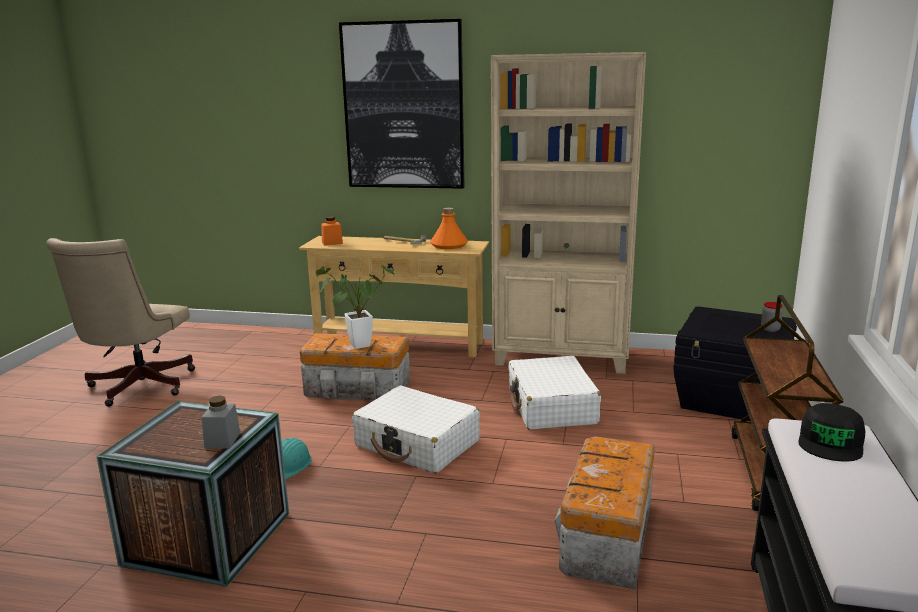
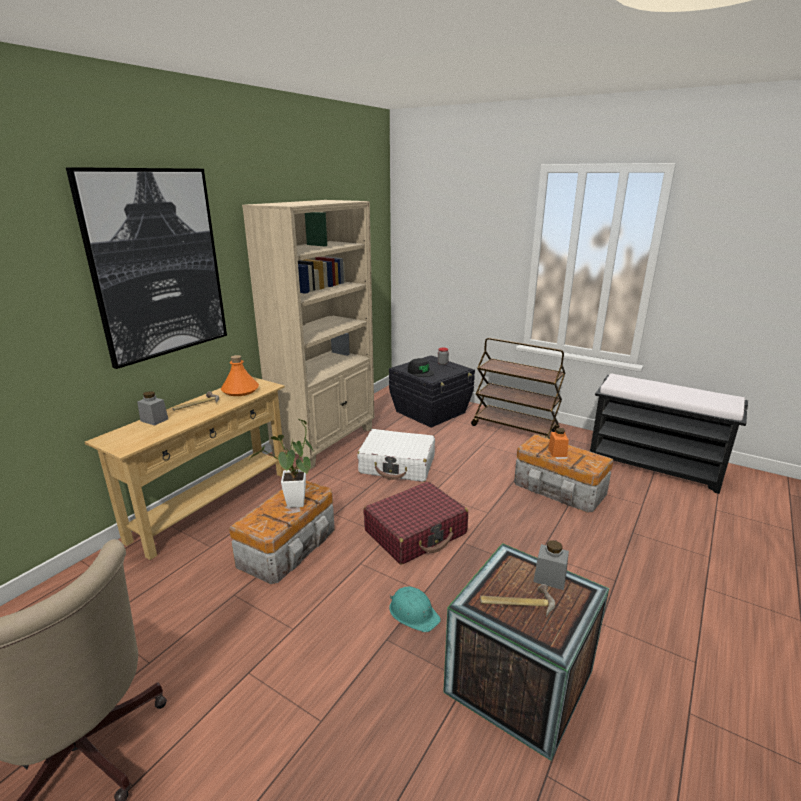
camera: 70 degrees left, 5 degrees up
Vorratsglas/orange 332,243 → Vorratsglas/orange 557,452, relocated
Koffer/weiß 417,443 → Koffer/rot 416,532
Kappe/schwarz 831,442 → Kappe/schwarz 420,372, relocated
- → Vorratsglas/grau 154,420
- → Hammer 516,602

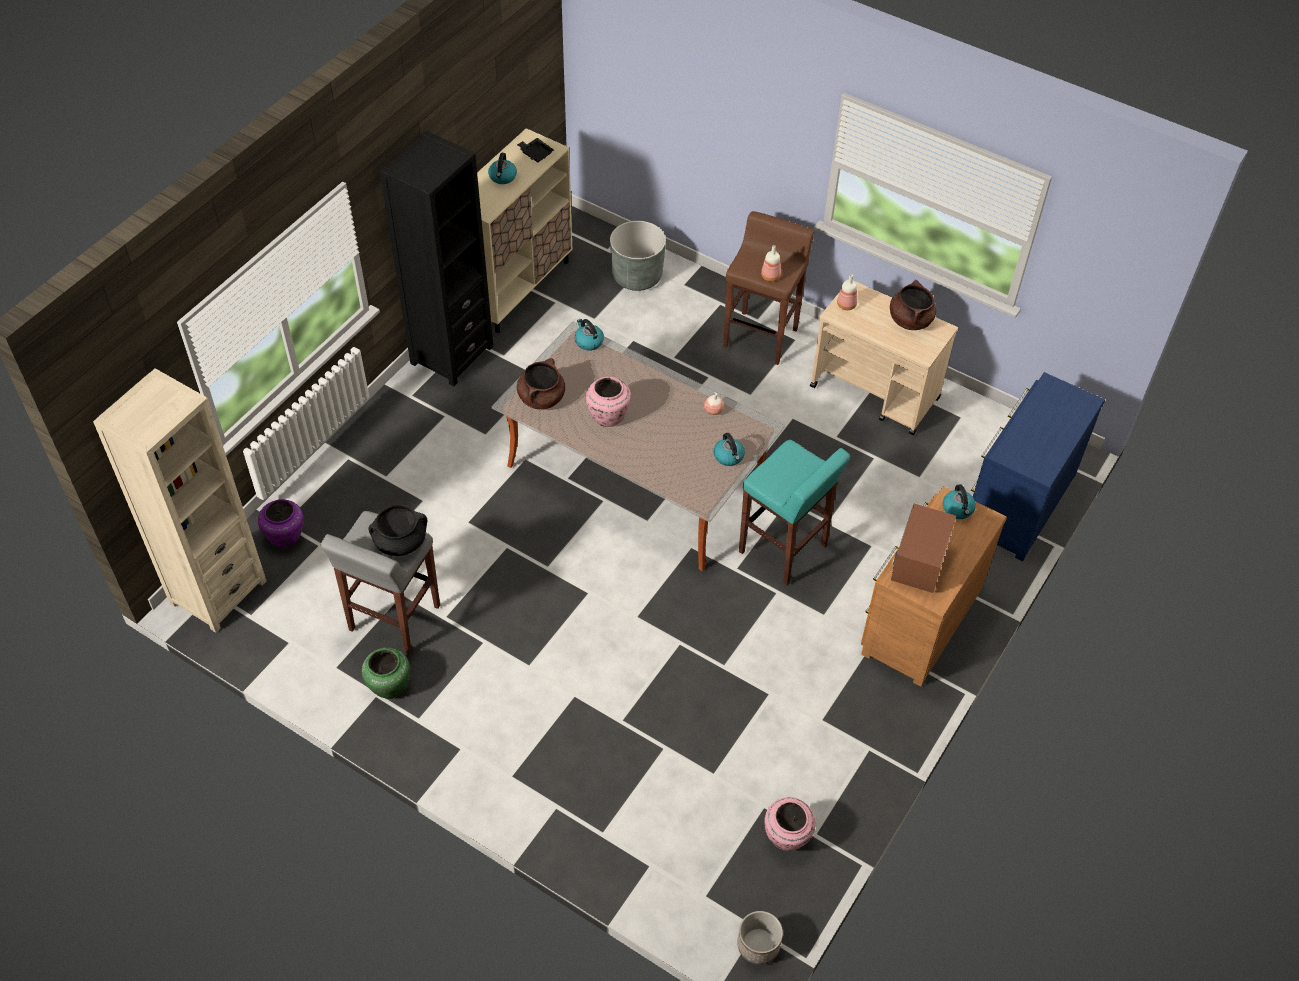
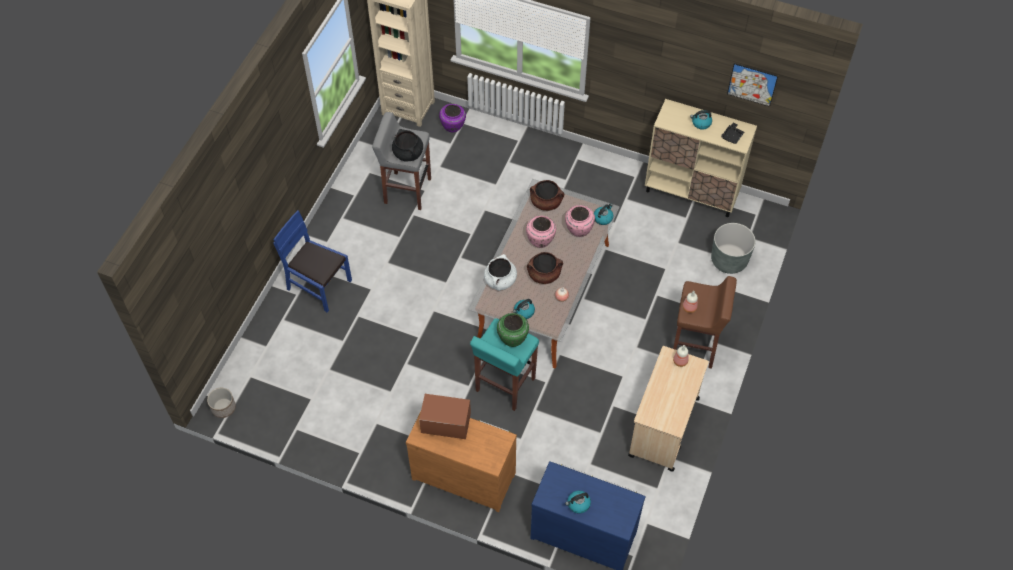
camera: 80 degrees right, 5 degrees up
Vase/grün 389,685 → Vase/grün 513,338, relocated
Bücherregal/schwarz 451,354 → -
Vase/rosa 786,837 → Vase/rosa 578,230, relocated
Kochtopf/braun 910,320 → Kochtopf/braun 544,274, relocated
Wasserkessel 958,509 → Wasserkessel 578,504, relocated
- → Stuhl/blau 319,285
- → Kochtopf/weiß 500,280
- → Bild 752,84

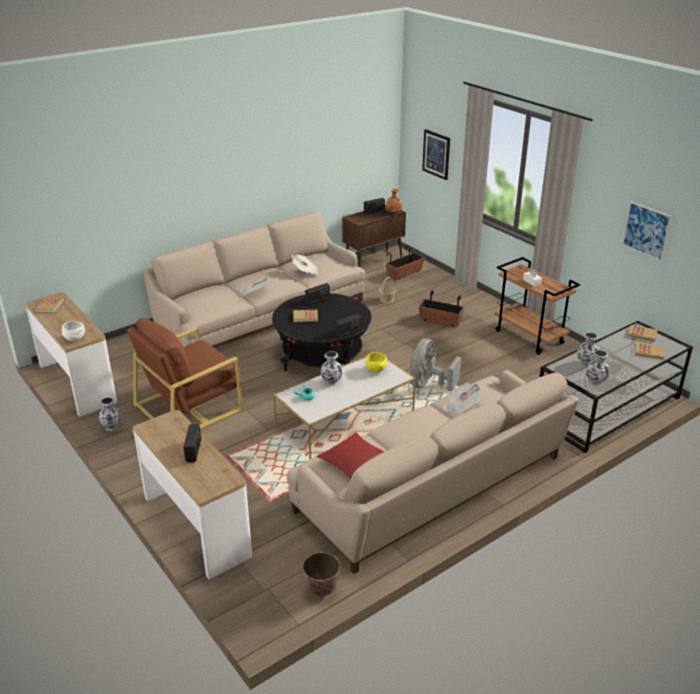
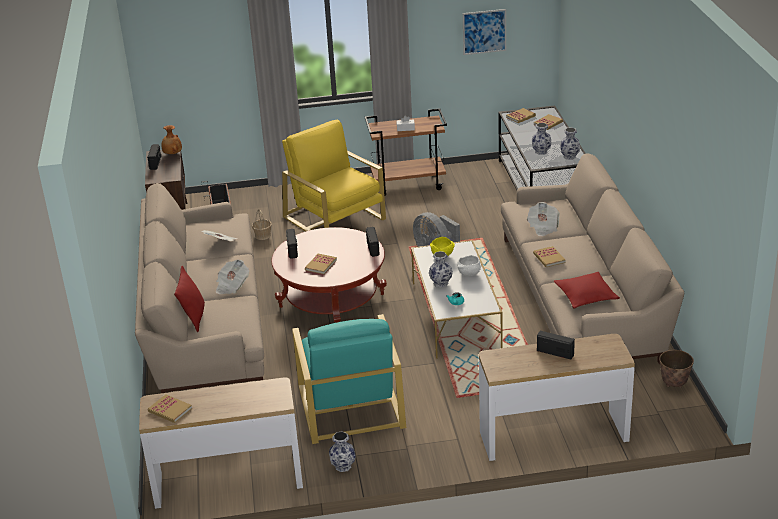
camera: 60 degrees left, 0 degrees up
Schüssel/weiß 74,339 → Schüssel/weiß 469,274, relocated
Sessel/braun 189,406 → Sessel/türkis 350,405
Couchtisch/schwarz 322,355 → Couchtisch/rot 332,300
Pflanzkübel 440,320 → Sessel/gelb 335,218
Bild 436,154 → -
- → Kissen/rot 194,317
- → Buch 549,258

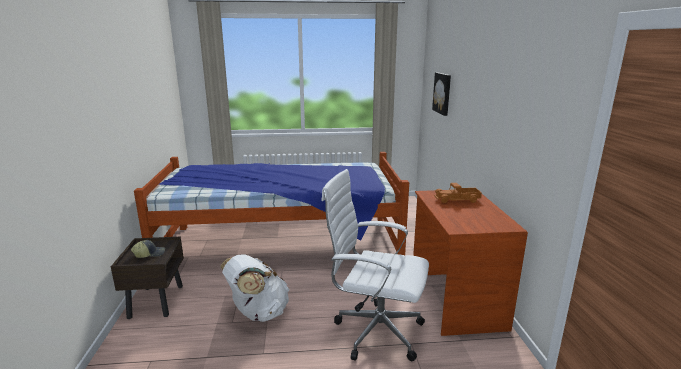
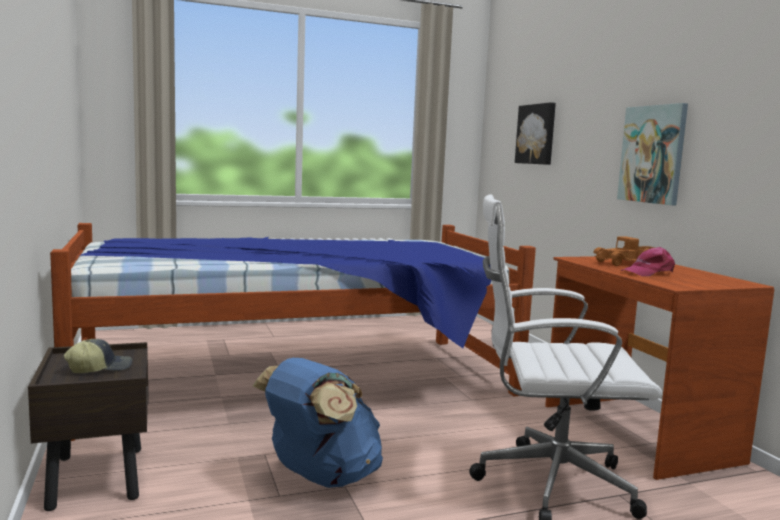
camera: 15 degrees left, 10 degrees down
Rucksack/weiß 258,313 → Rucksack/blau 320,477
- → Bild 652,154
- → Kappe/rosa 648,272

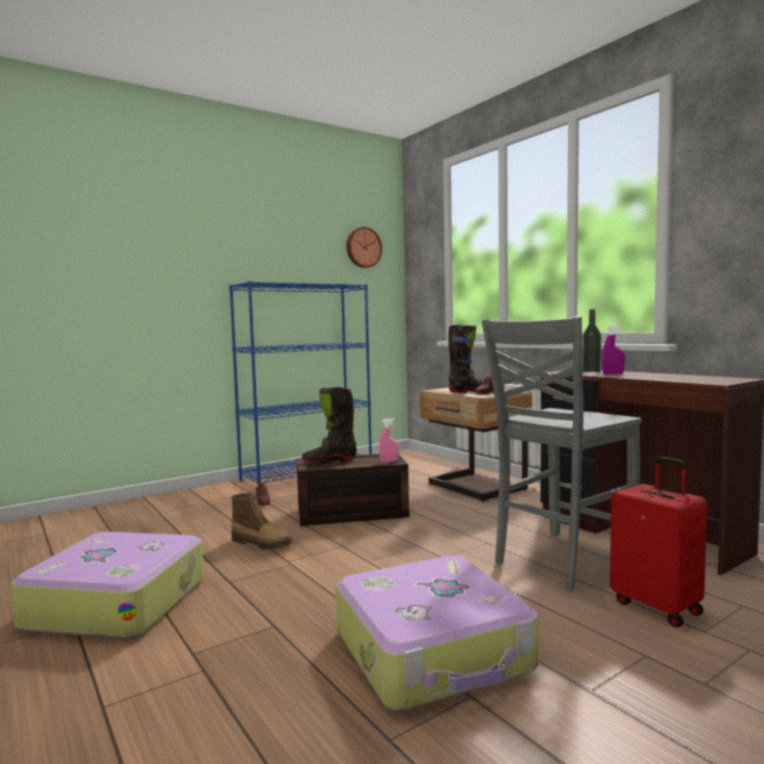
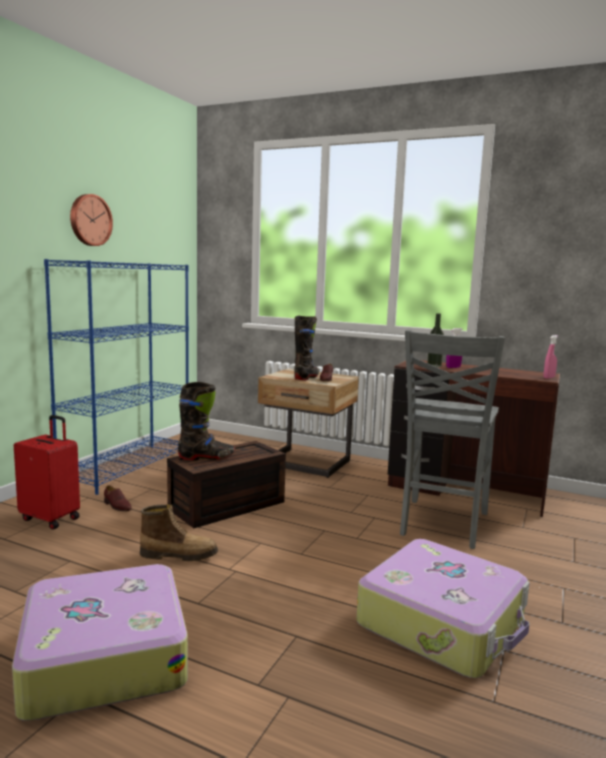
camera: 30 degrees left, 5 degrees up
Stiefel/schwarz 329,460 → Stiefel/schwarz 206,457, 150 degrees counterclockwise
Wanduhr 363,247 → Wanduhr 89,220, relocated
Sprühflasche/rosa 389,461 → Sprühflasche/rosa 549,378, relocated
Koffer/rot 657,607 → Koffer/rot 51,518, relocated

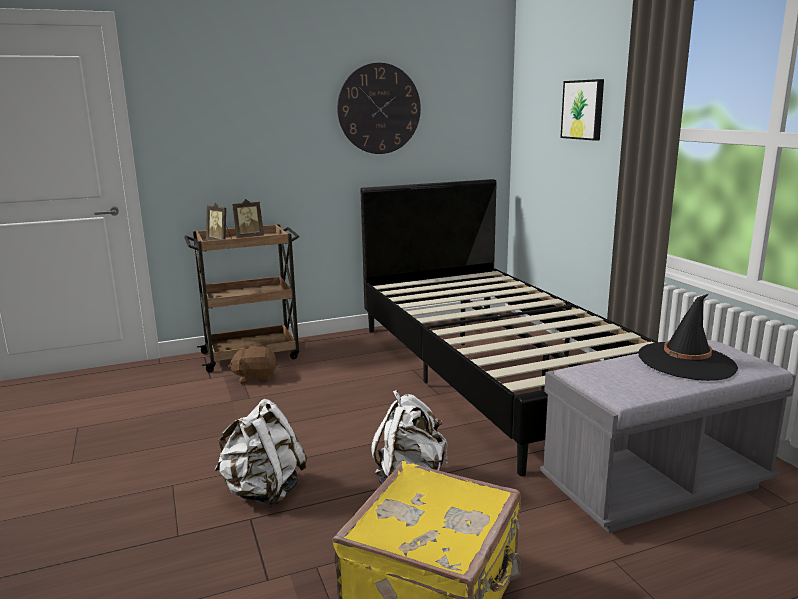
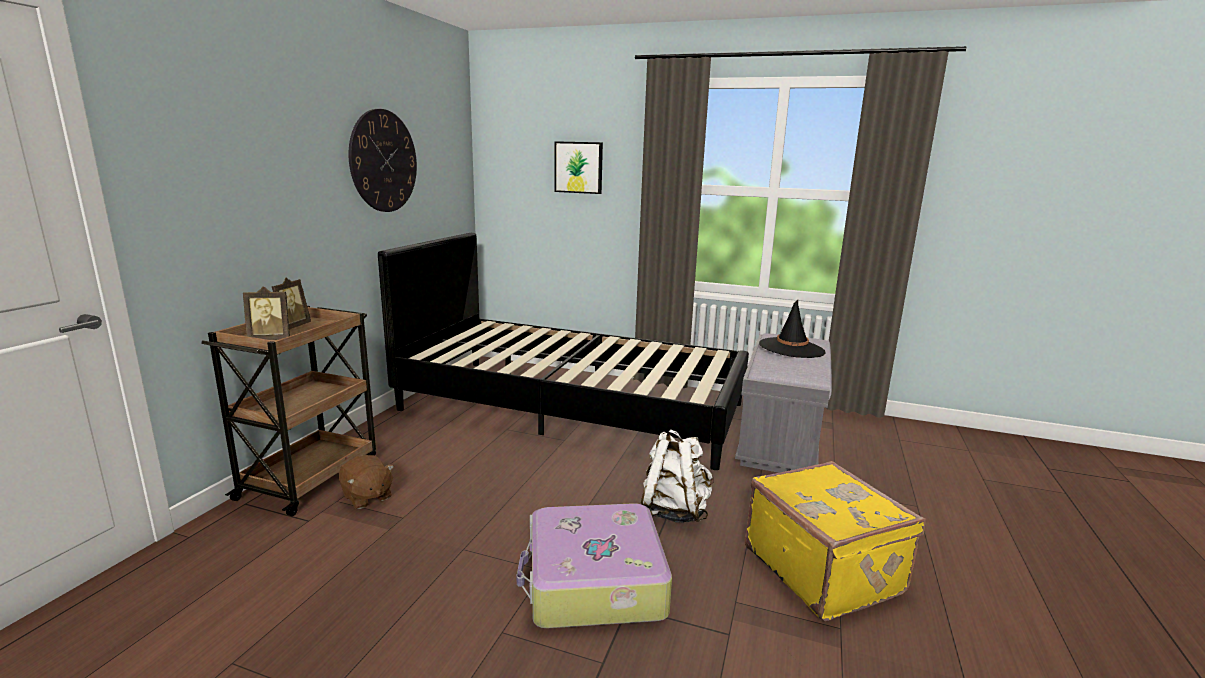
camera: 50 degrees left, 0 degrees up
Rucksack/weiß 263,492 → Koffer 593,582
Plüschtier/braun 255,378 → Plüschtier/braun 367,497, 75 degrees counterclockwise

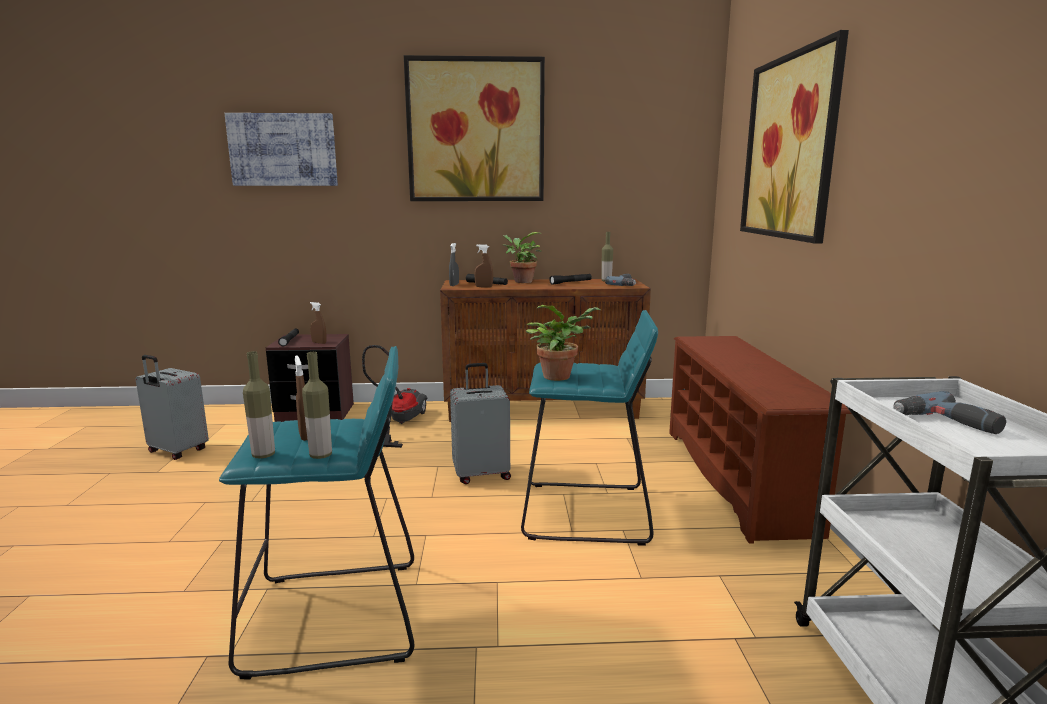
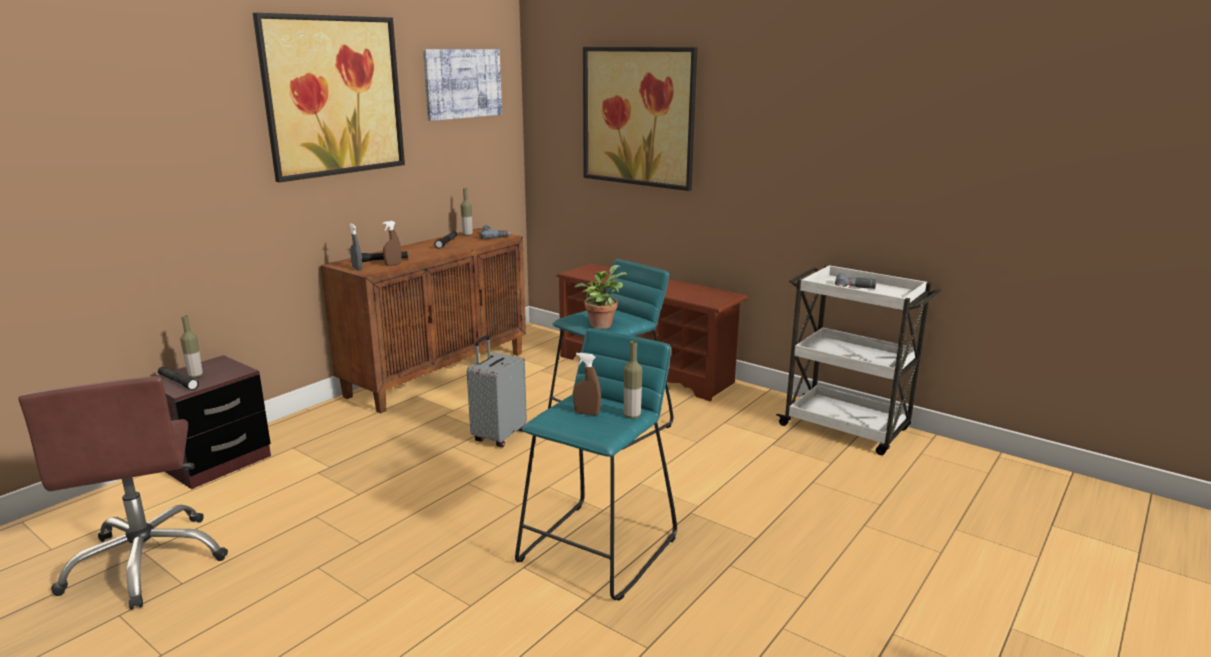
camera: 50 degrees left, 5 degrees up
Koffer/grau 177,451 → Bürostuhl/braun 147,562
Bild 283,150 → Bild 463,83, relocated
Flasche 263,455 → Flasche 195,376, relocated
Sprühflasche/braun 319,343 → -
Staubsauger 398,423 → -
Topfpflanze 521,281 → -

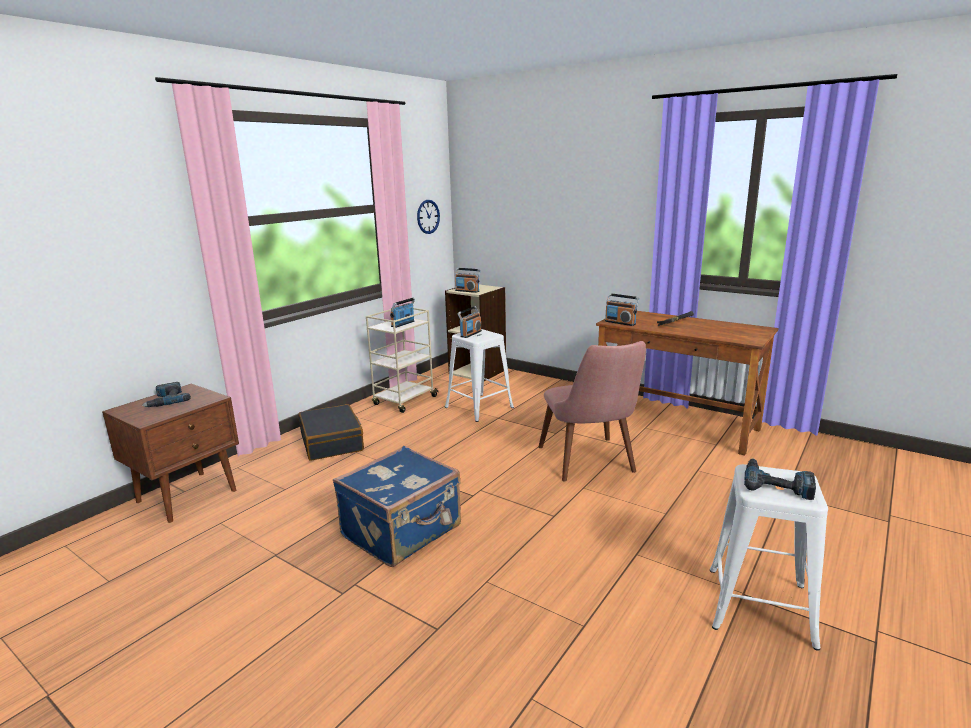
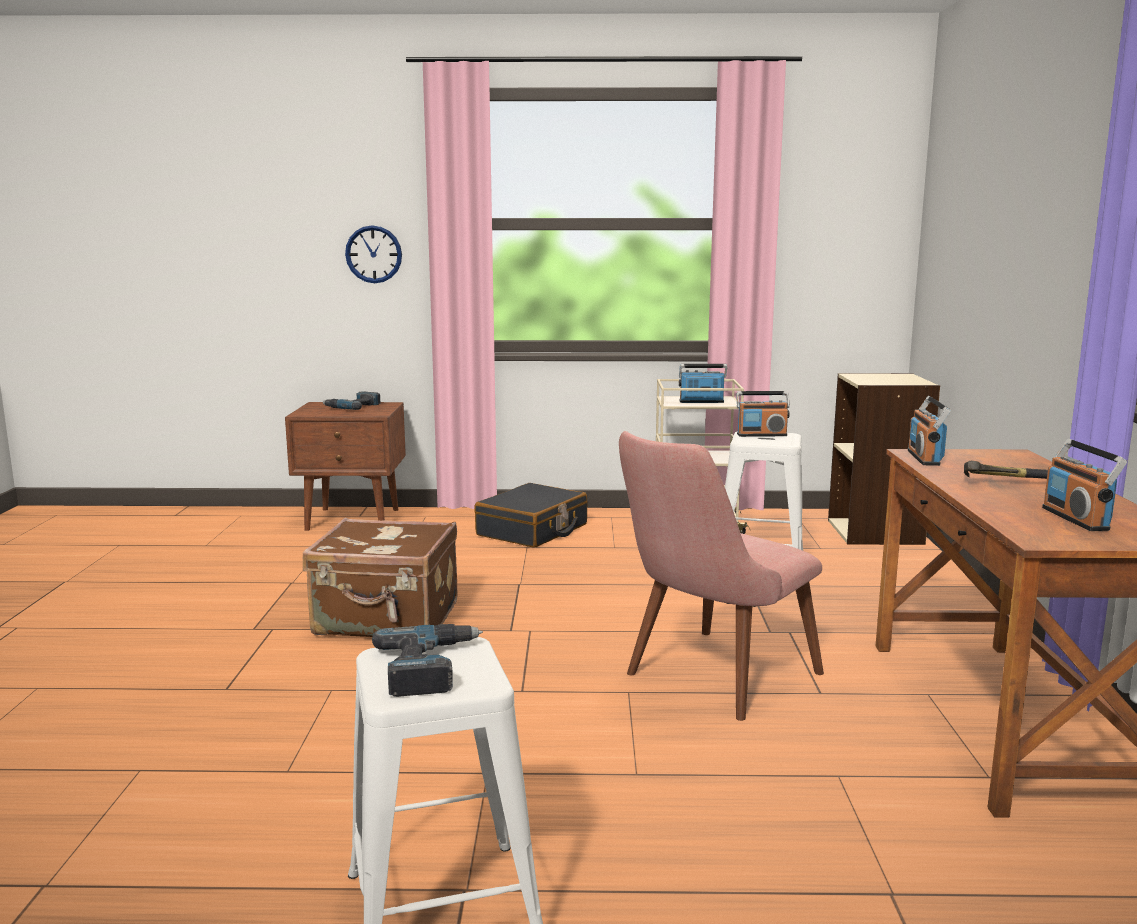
camera: 55 degrees right, 5 degrees down
Koffer/blau 403,532 → Koffer/braun 387,620
Wanduhr 428,216 → Wanduhr 373,254, relocated
Radio 467,291 → Radio 1076,519, relocated

